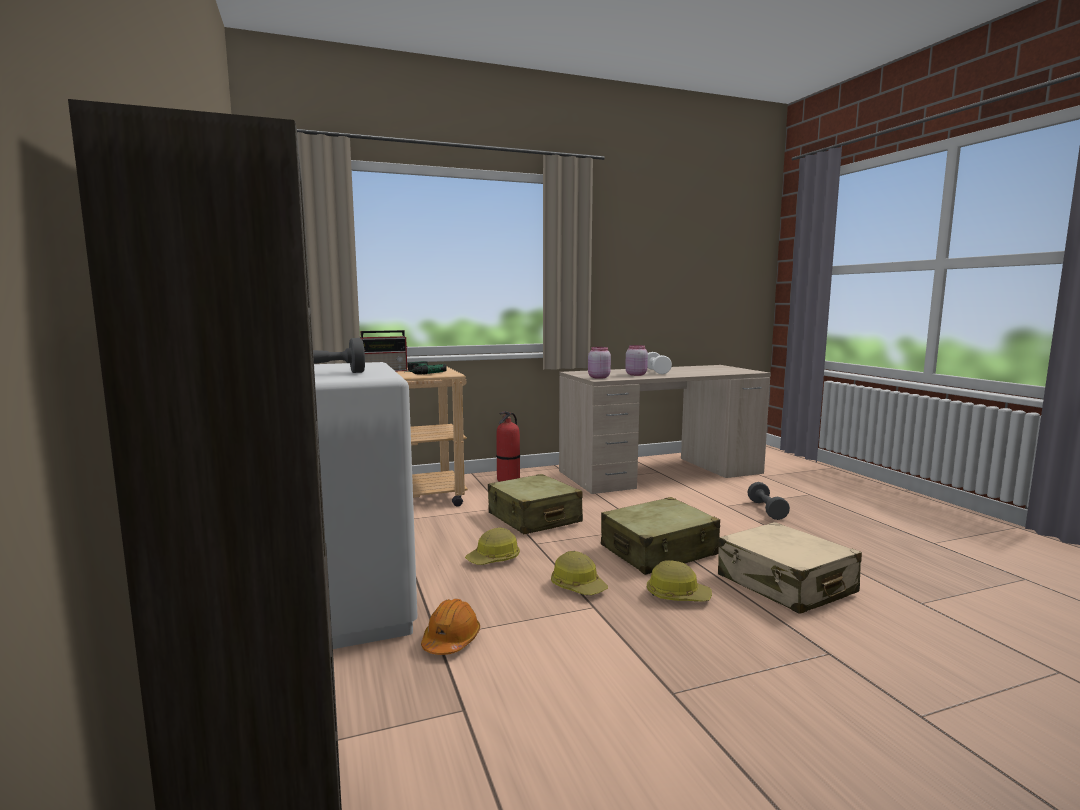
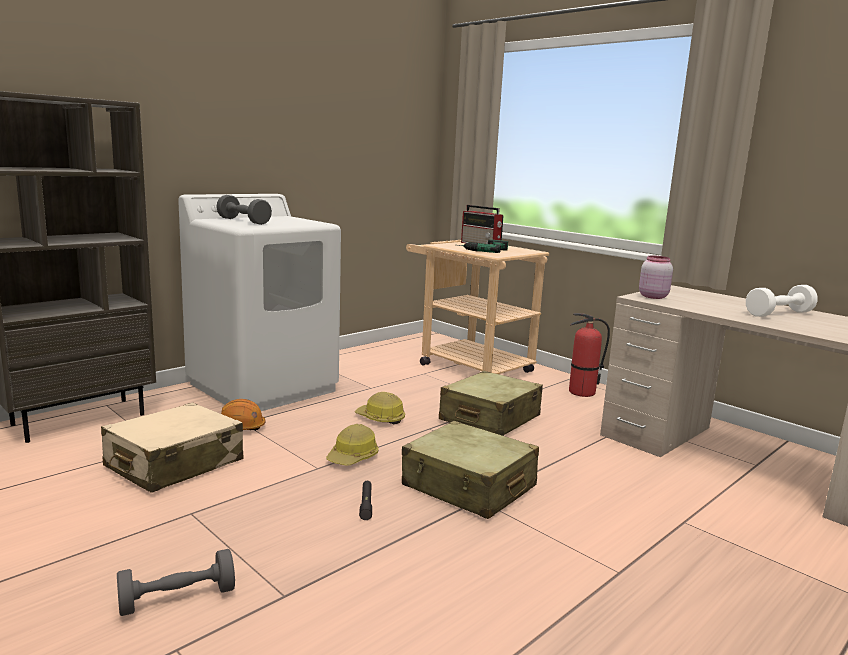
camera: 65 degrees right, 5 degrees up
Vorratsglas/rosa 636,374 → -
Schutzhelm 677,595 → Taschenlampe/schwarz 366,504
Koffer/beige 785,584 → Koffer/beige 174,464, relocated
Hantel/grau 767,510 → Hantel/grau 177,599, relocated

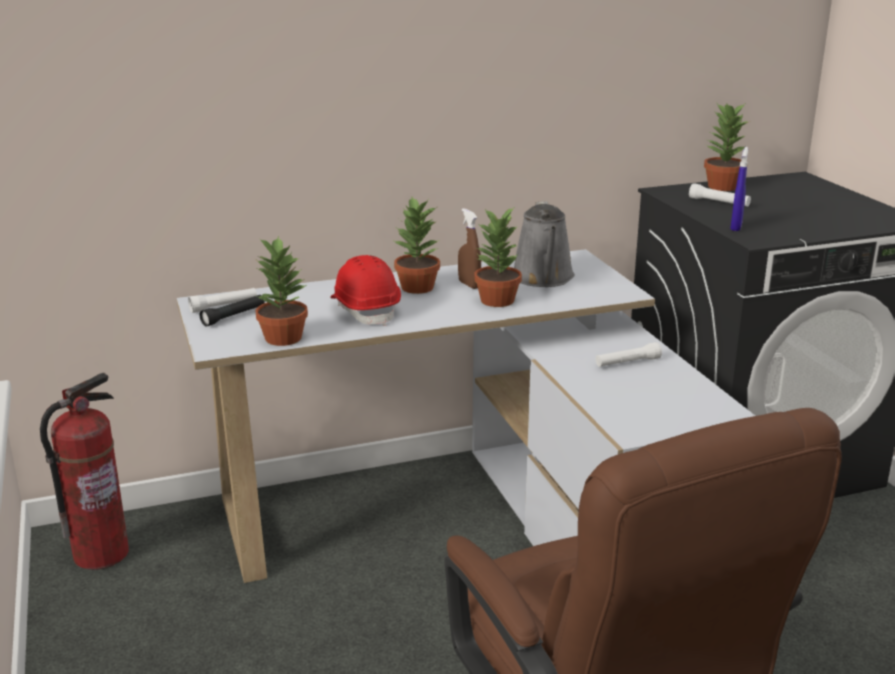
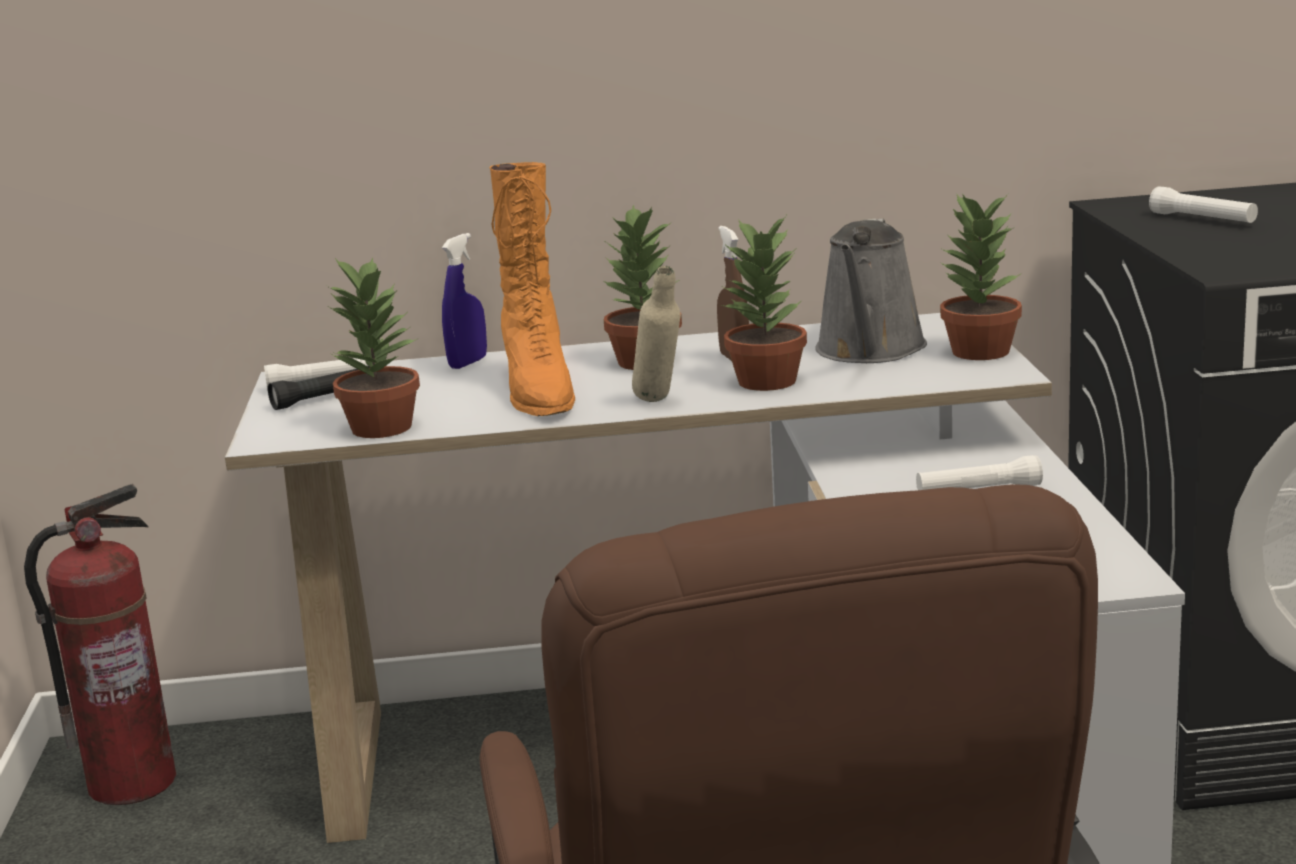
camera: 15 degrees right, 5 degrees down
Schutzhelm/rot 365,310 → Stiefel/orange 538,392
Topfpflanze 722,187 → Topfpflanze 978,351, relocated
Sprühflasche/blau 736,227 → Sprühflasche/blau 468,363, relocated
- → Flasche/beige 660,403

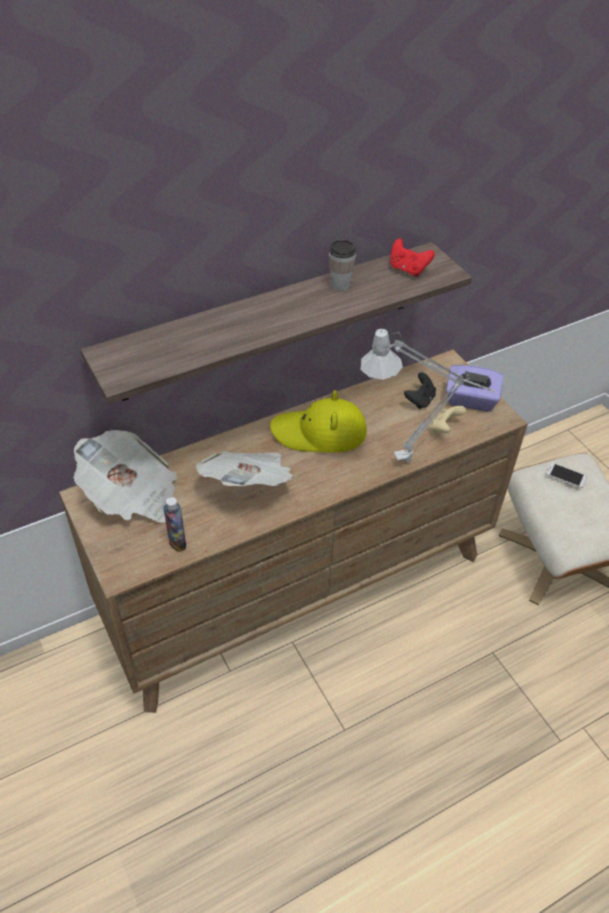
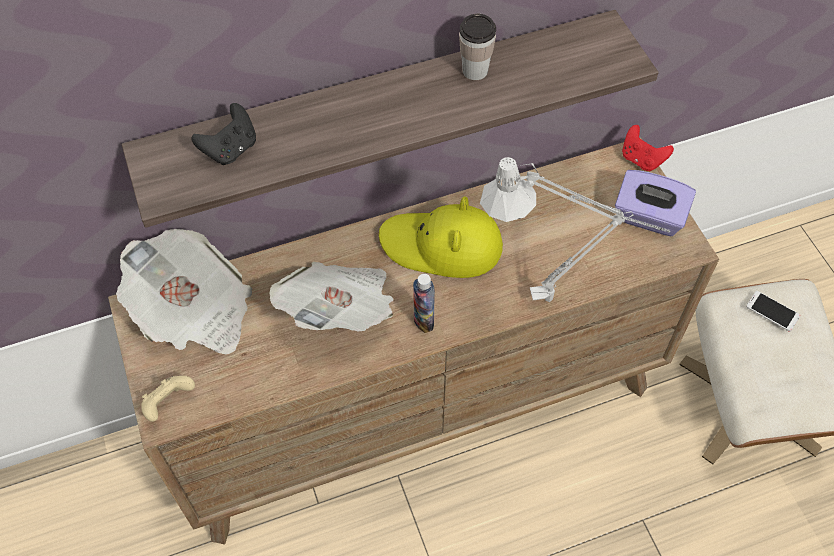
camera: 10 degrees right, 10 degrees up
Flasche 177,542 → Flasche 423,320, relocated
Gamepad/rot 408,269 → Gamepad/rot 641,159, relocated
Gamepad/schwarz 420,400 → Gamepad/schwarz 231,149, relocated
Gamepad/beige 444,428 → Gamepad/beige 169,403, relocated

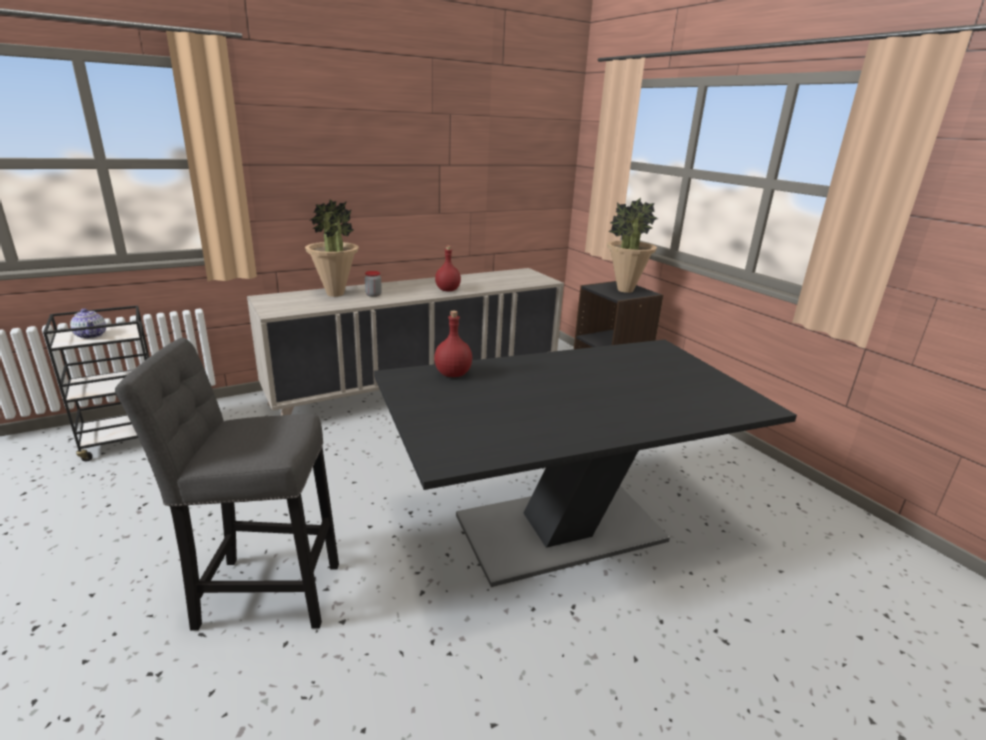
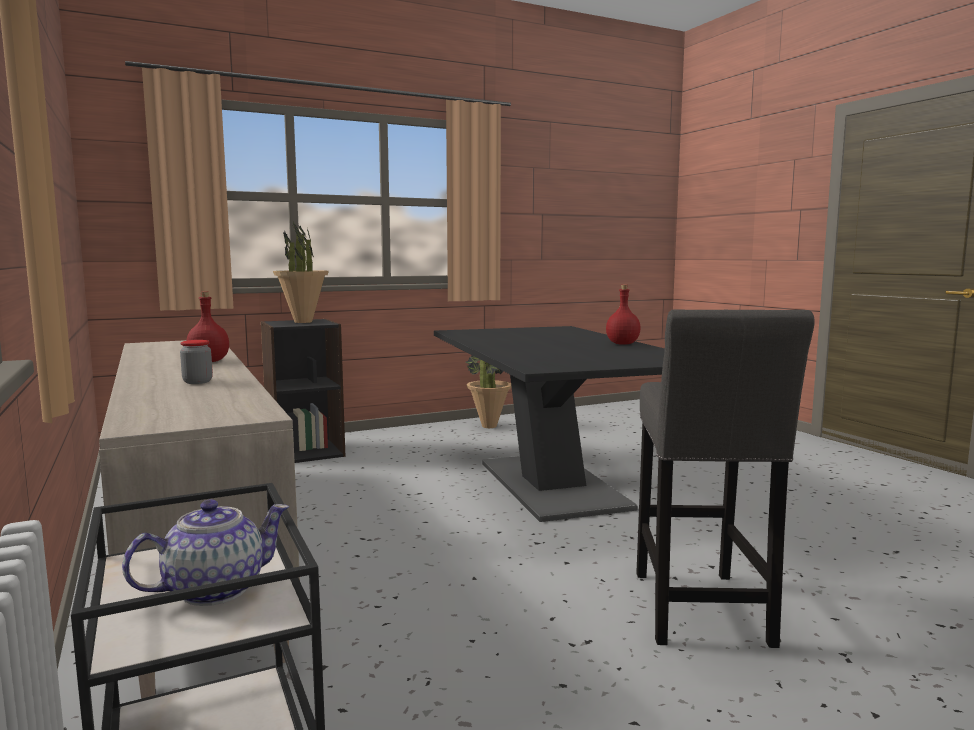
camera: 85 degrees left, 15 degrees down
Topfpflanze 335,294 → Topfpflanze 488,426, relocated
Flasche/rot 452,374 → Flasche/rot 622,344, relocated

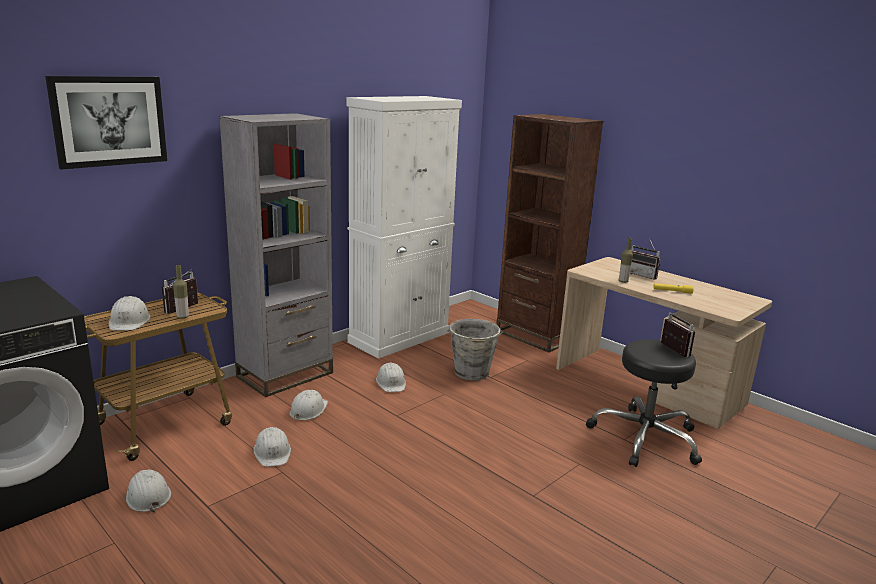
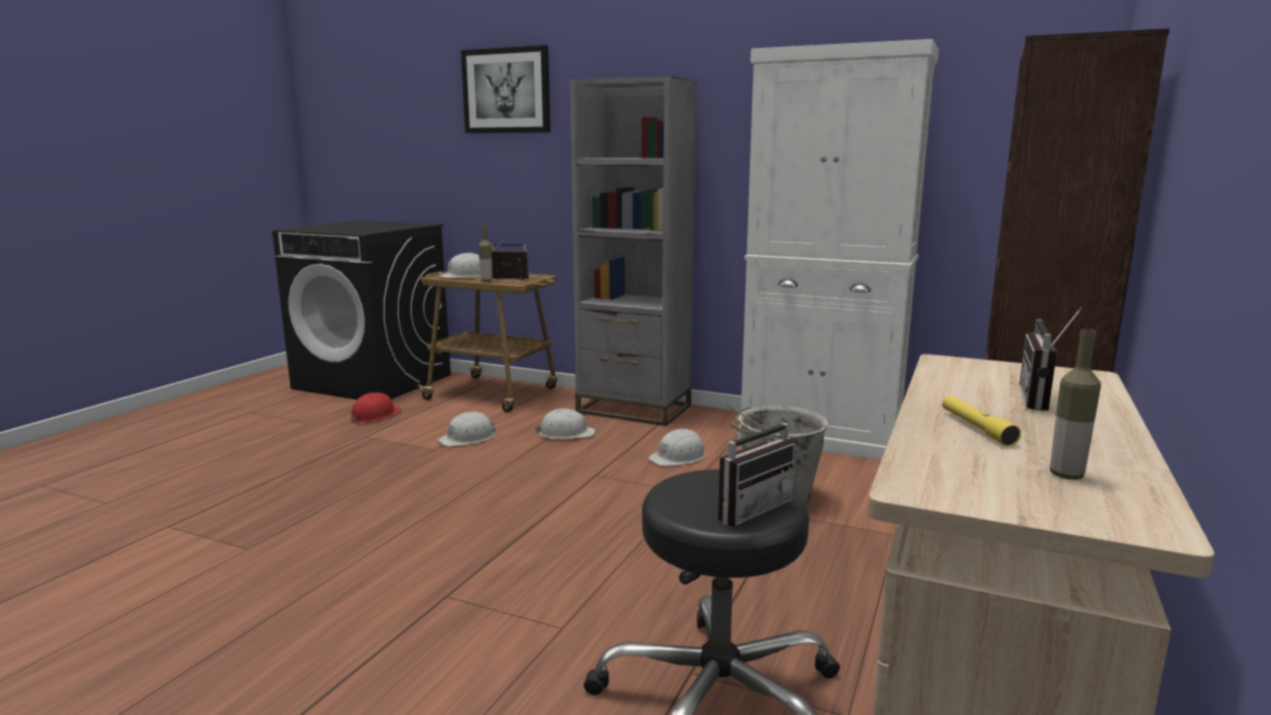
camera: 70 degrees right, 5 degrees down
Schutzhelm/weiß 147,495 → Schutzhelm/rot 375,416
Flasche 623,281 → Flasche 1066,475, relocated

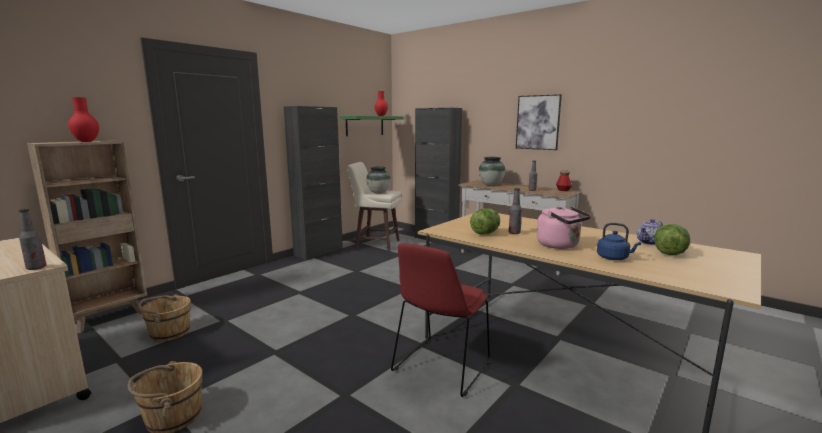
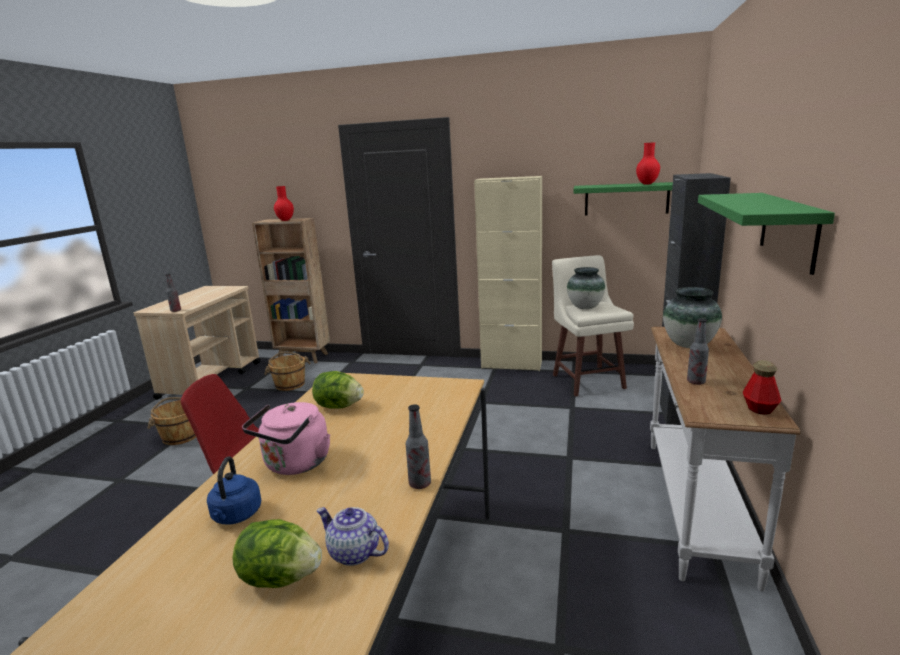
camera: 65 degrees right, 5 degrees up
Schrank/schwarz 318,252 → Schrank/beige 511,364
Flasche 514,233 → Flasche 420,484, relocated
Bild 538,122 → Wandregal/grün 788,229

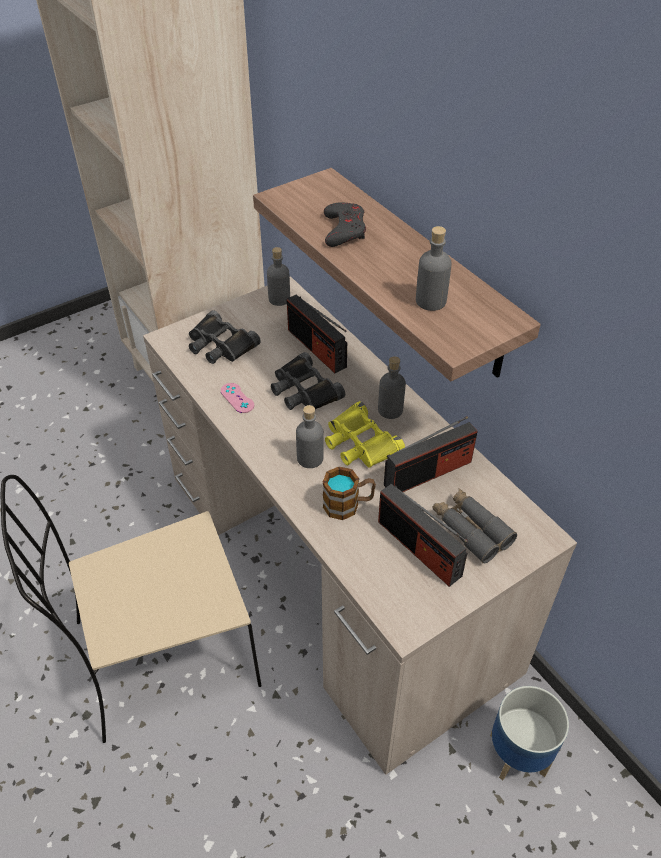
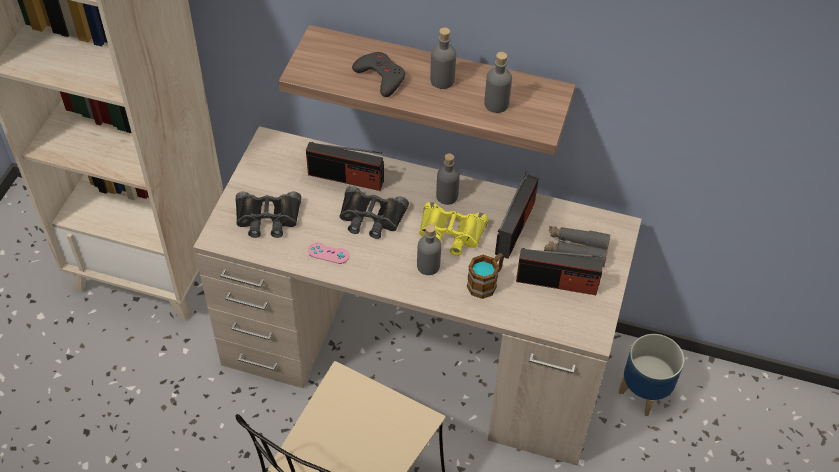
camera: 40 degrees left, 5 degrees up
Flasche/grau 279,299 → Flasche/grau 442,80, relocated

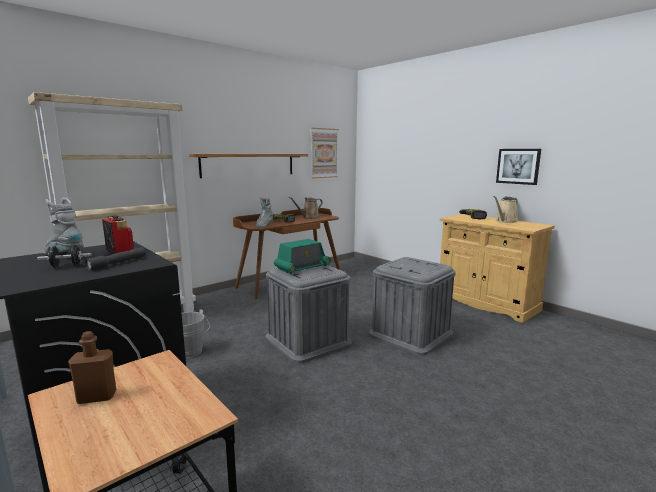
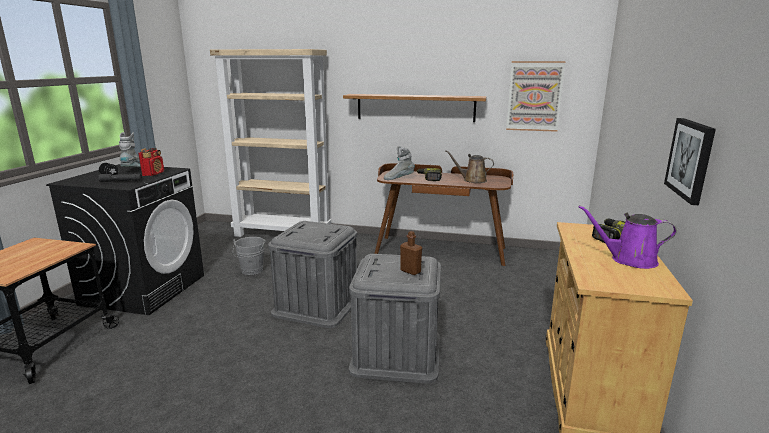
camera: 55 degrees right, 5 degrees up
Flasche/braun 97,397 → Flasche/braun 410,271, relocated
Radio 302,267 → -
Gießkanne/beige 505,221 → Gießkanne/lila 629,260

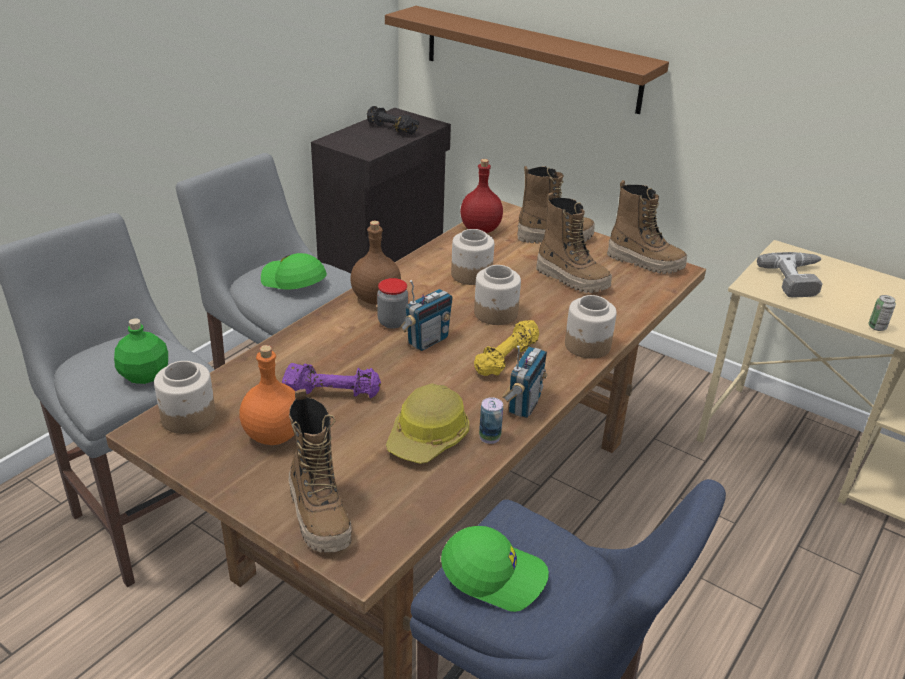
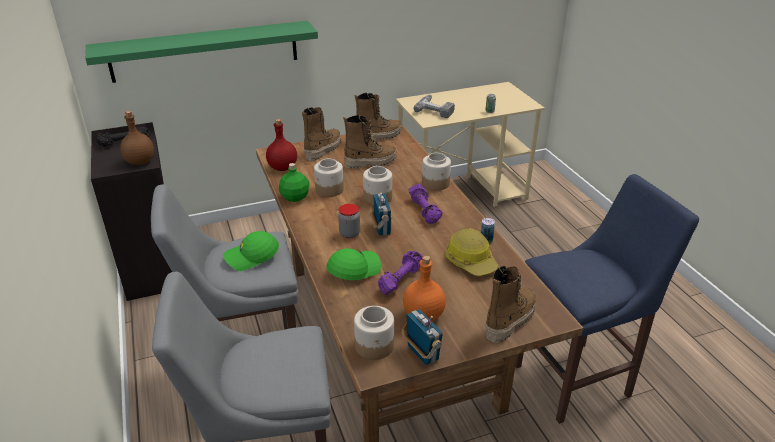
camera: 55 degrees left, 0 degrees up
Flasche/grün 145,375 → Flasche/grün 295,197, relocated
Stiefel 320,516 → Stiefel 509,320, 60 degrees counterclockwise
Flasche/braun 375,299 → Flasche/braun 140,162, relocated
Wandregal/braun 530,58 → Wandregal/grün 205,51
Kappe/grün 494,574 → Kappe/grün 353,269, relocated
Hantel/gelb 507,360 → Hantel/lila 425,211
Radio 523,404 → Radio 422,353, relocated

